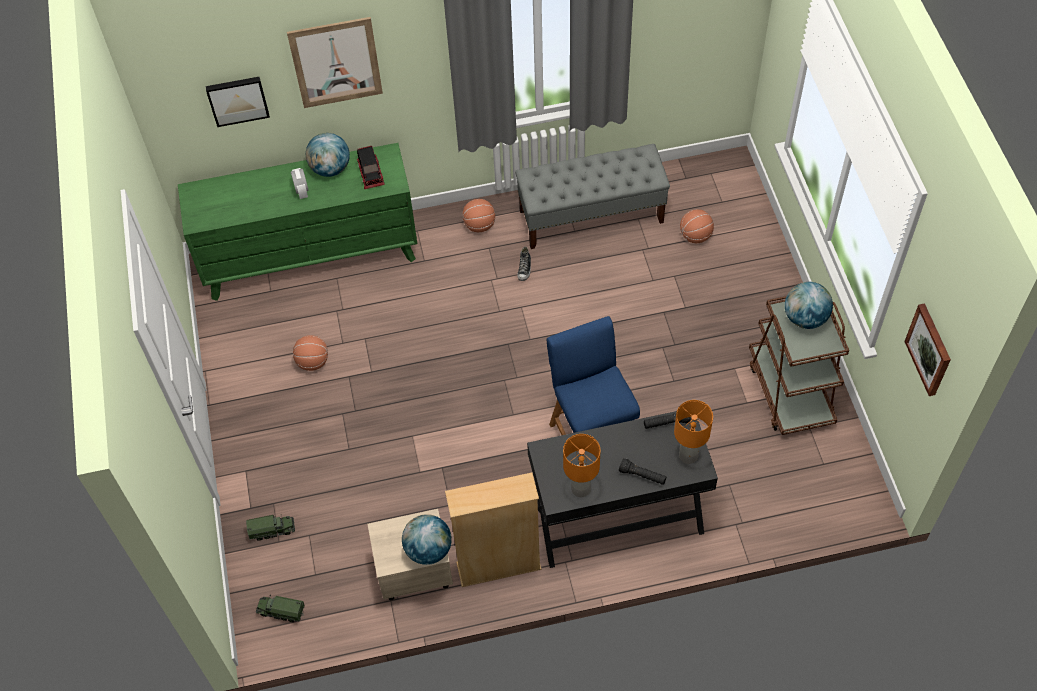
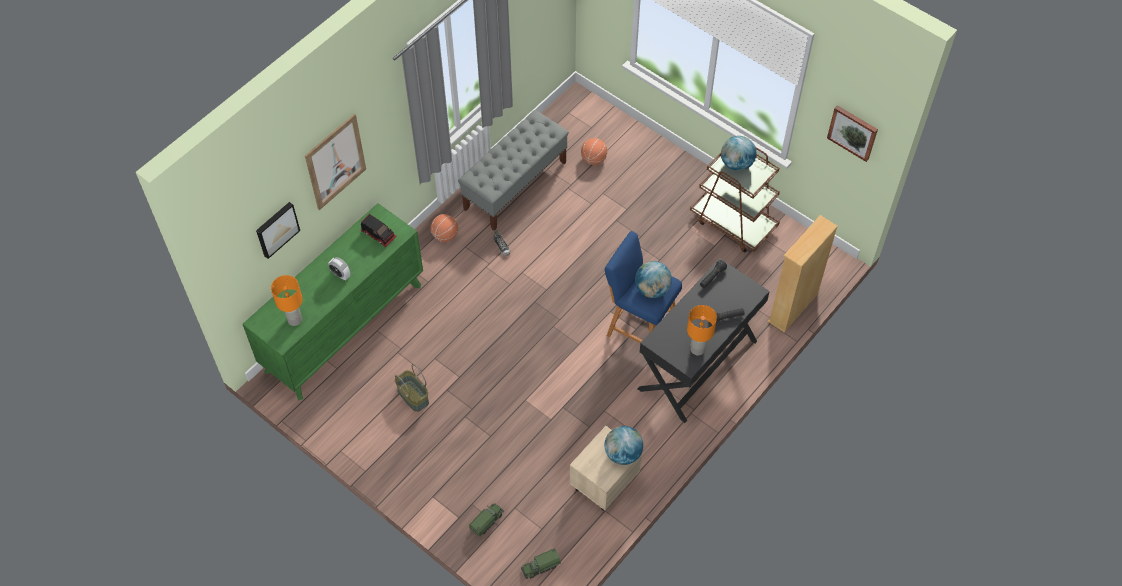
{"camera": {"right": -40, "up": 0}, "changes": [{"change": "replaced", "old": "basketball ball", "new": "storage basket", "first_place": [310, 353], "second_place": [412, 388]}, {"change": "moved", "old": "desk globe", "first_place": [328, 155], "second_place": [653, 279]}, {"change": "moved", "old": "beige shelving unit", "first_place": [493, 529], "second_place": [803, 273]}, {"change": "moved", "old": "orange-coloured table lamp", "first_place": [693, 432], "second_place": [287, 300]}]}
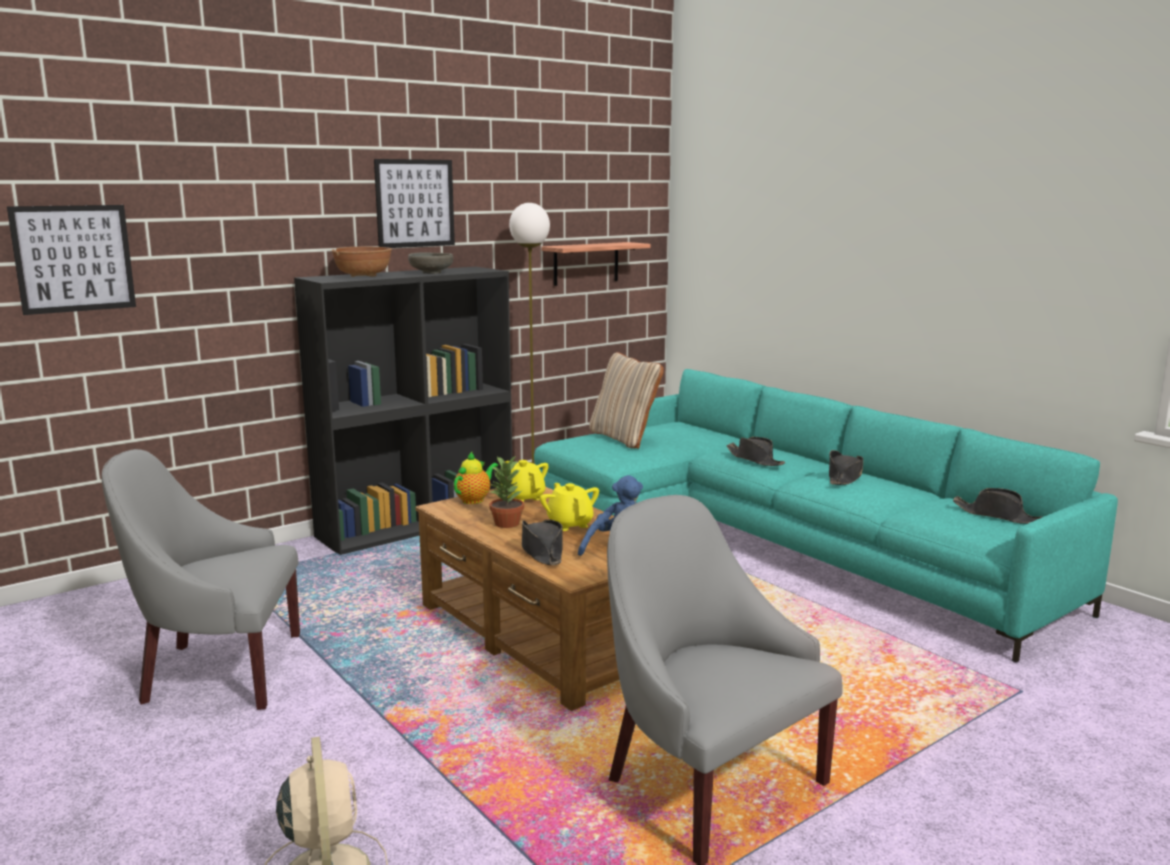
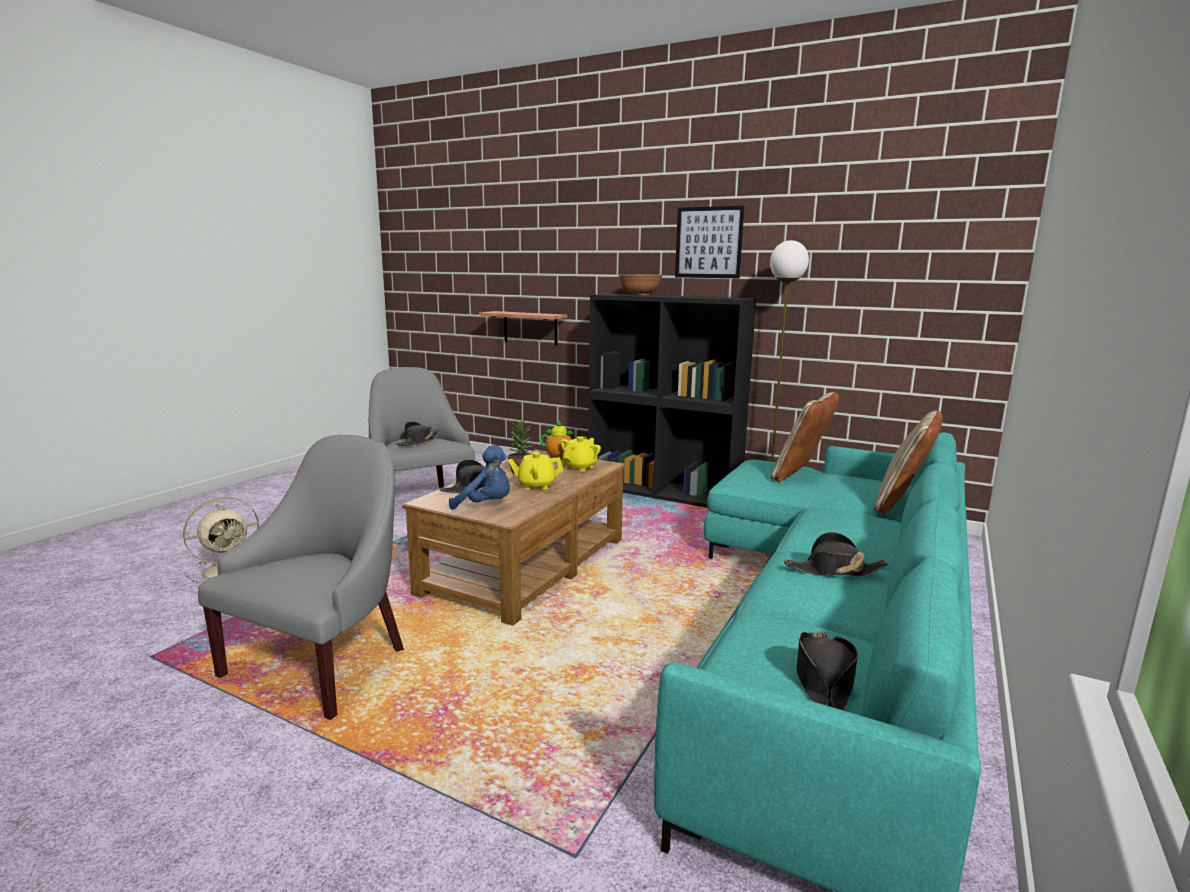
{"camera": {"right": 65, "up": 0}, "changes": [{"change": "removed", "old": "wall art", "first_place": [71, 260]}, {"change": "removed", "old": "greyish serving bowl", "first_place": [430, 263]}, {"change": "turned", "old": "yellowish tea pot", "first_place": [569, 507], "second_place": [535, 471], "degrees": -135}, {"change": "moved", "old": "shelf", "first_place": [596, 264], "second_place": [523, 328]}, {"change": "moved", "old": "blackish hat", "first_place": [755, 451], "second_place": [417, 433]}, {"change": "added", "new": "beige throw pillow", "second_place": [908, 462]}]}
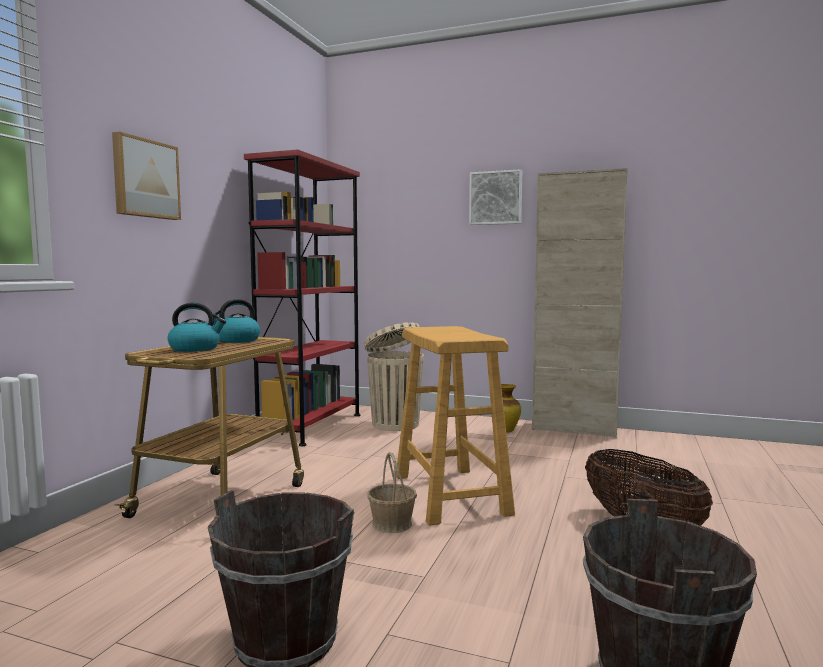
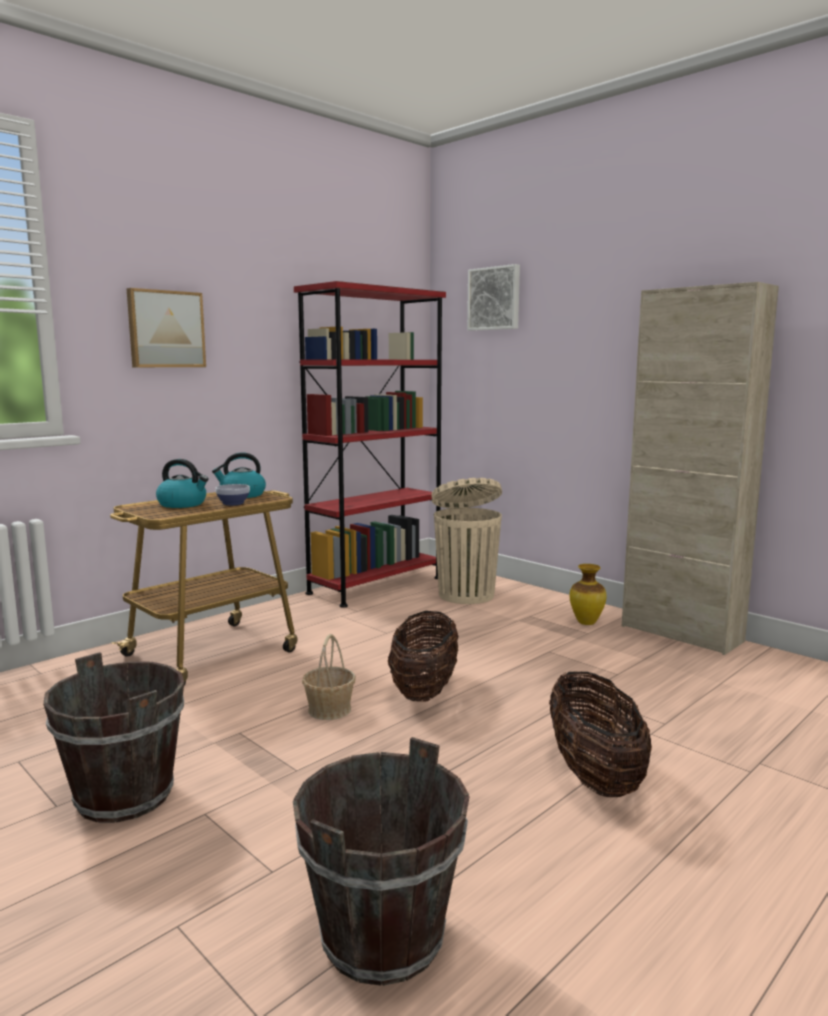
{"camera": {"right": 25, "up": 5}, "changes": [{"change": "replaced", "old": "beige stool", "new": "storage basket", "first_place": [455, 426], "second_place": [423, 656]}, {"change": "moved", "old": "wall art", "first_place": [495, 197], "second_place": [493, 297]}, {"change": "added", "new": "serving bowl", "second_place": [232, 495]}]}
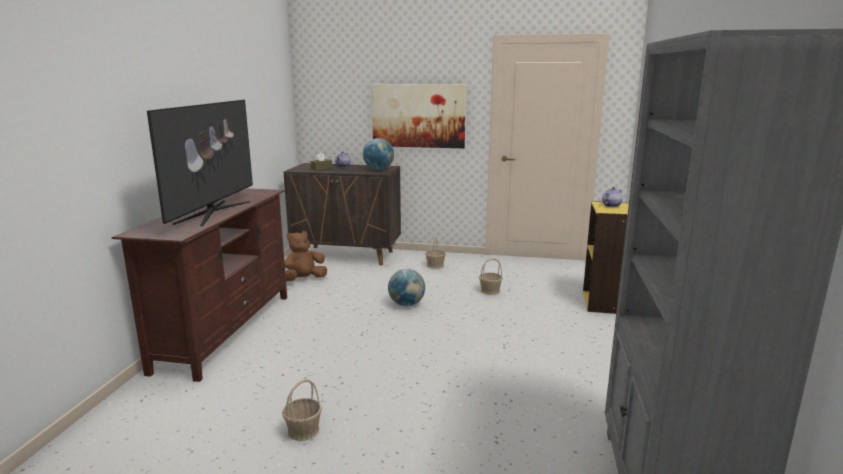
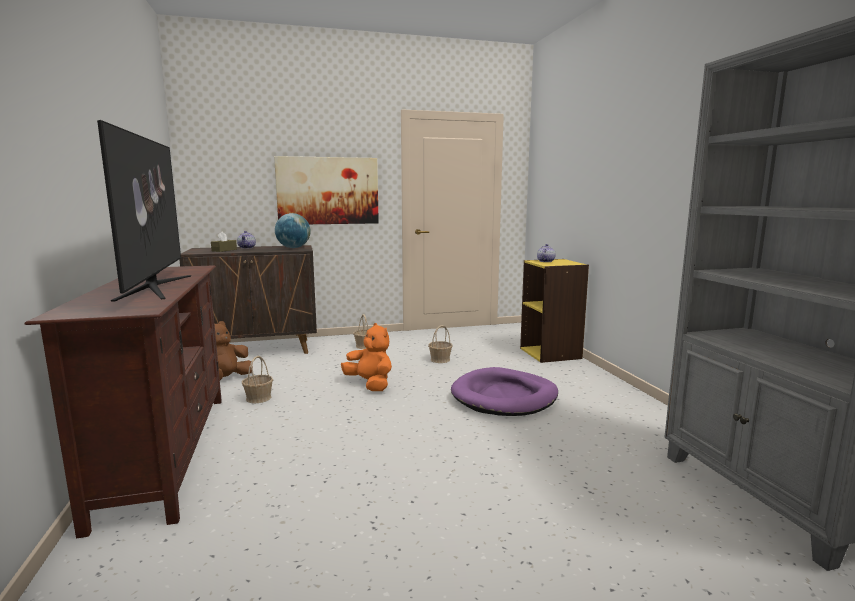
{"camera": {"right": -25, "up": -5}, "changes": [{"change": "moved", "old": "storage basket", "first_place": [302, 410], "second_place": [257, 379]}, {"change": "replaced", "old": "desk globe", "new": "orange-coloured plush toy", "first_place": [406, 287], "second_place": [366, 357]}, {"change": "added", "new": "purple dog bed", "second_place": [504, 391]}]}
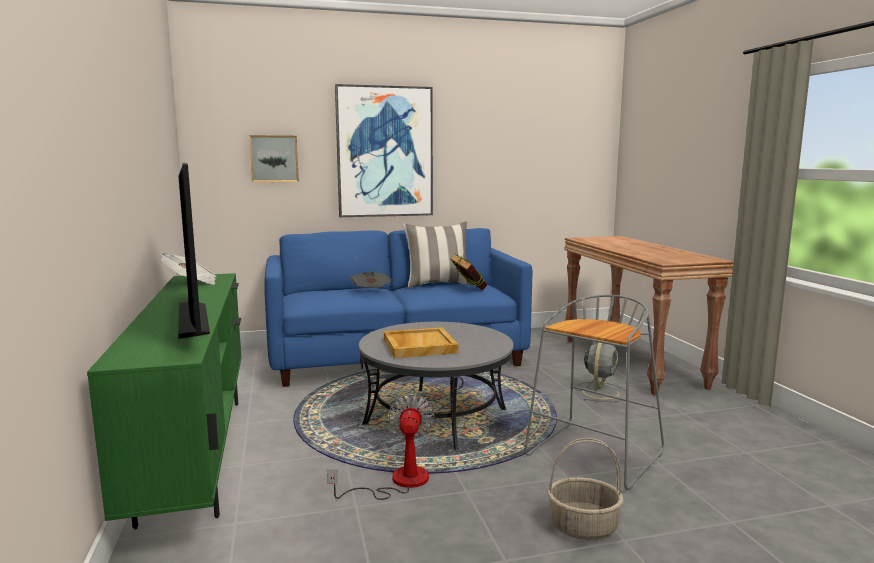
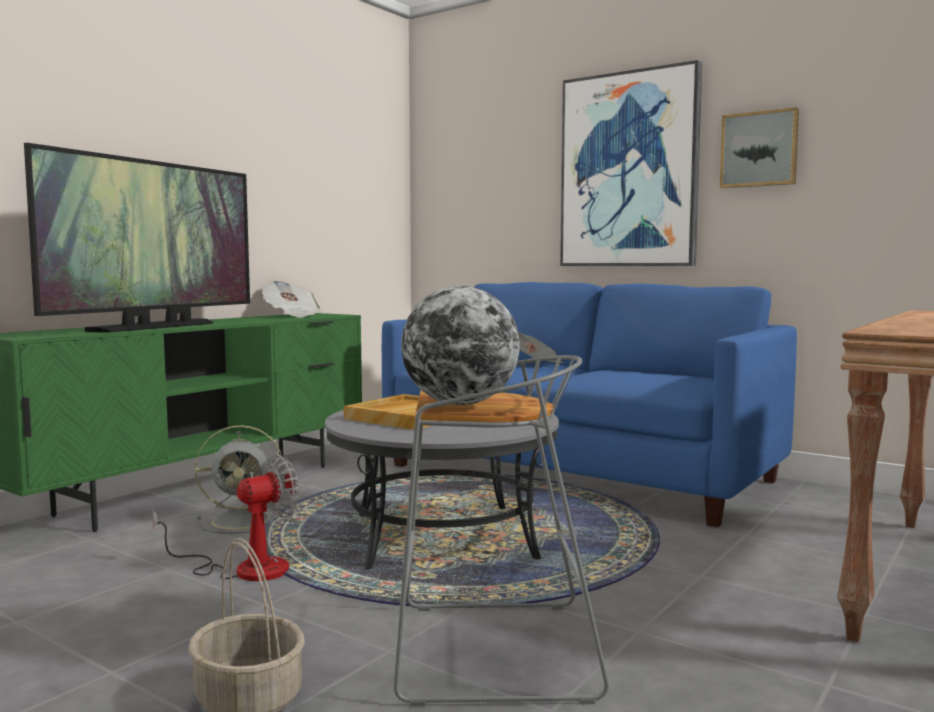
{"camera": {"right": 50, "up": -5}, "changes": [{"change": "moved", "old": "wall art", "first_place": [274, 158], "second_place": [759, 147]}, {"change": "removed", "old": "throw pillow", "first_place": [437, 254]}, {"change": "removed", "old": "book", "first_place": [469, 272]}, {"change": "moved", "old": "greyish fan", "first_place": [600, 372], "second_place": [238, 479]}, {"change": "added", "new": "desk globe", "second_place": [460, 345]}]}
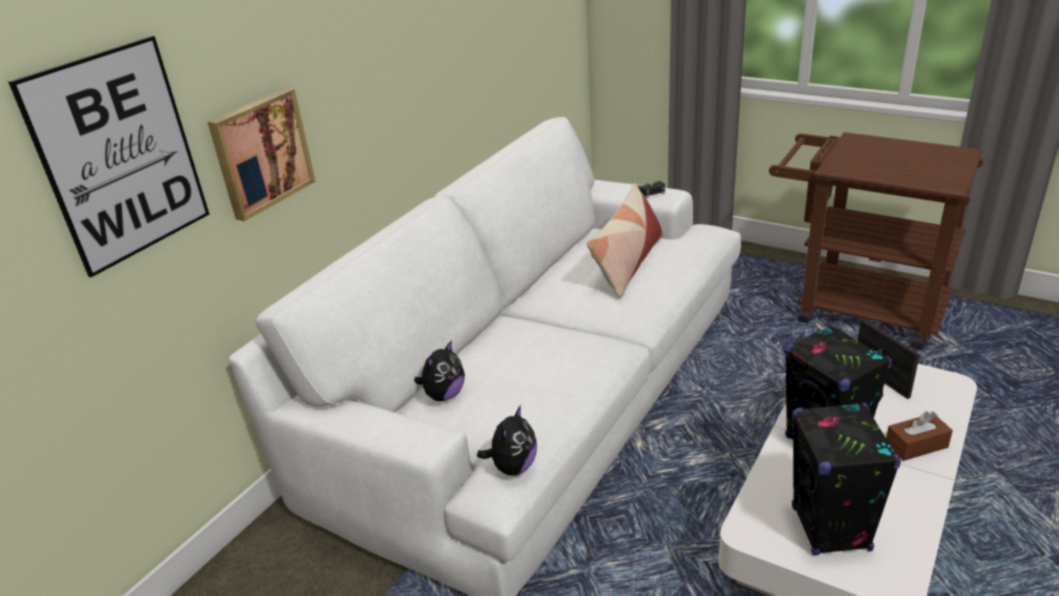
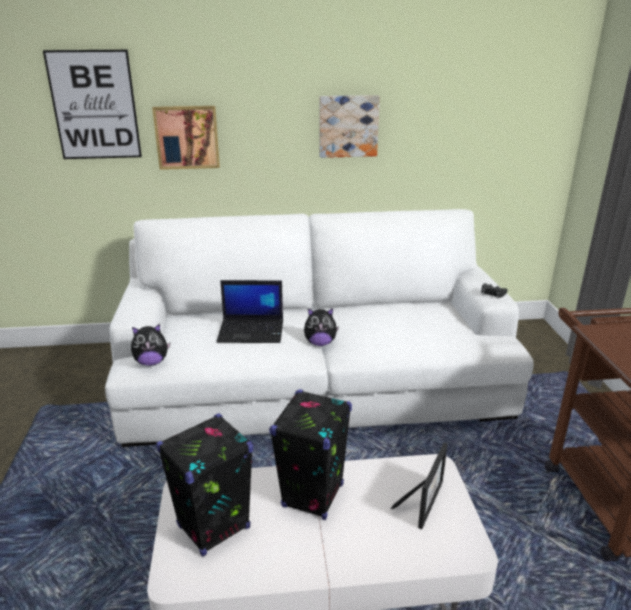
{"camera": {"right": 50, "up": -5}, "changes": [{"change": "moved", "old": "plush toy", "first_place": [439, 370], "second_place": [321, 327]}, {"change": "removed", "old": "throw pillow", "first_place": [625, 240]}, {"change": "removed", "old": "brownish box of tissues", "first_place": [919, 436]}, {"change": "added", "new": "laptop", "second_place": [249, 311]}, {"change": "added", "new": "wall art", "second_place": [349, 126]}]}
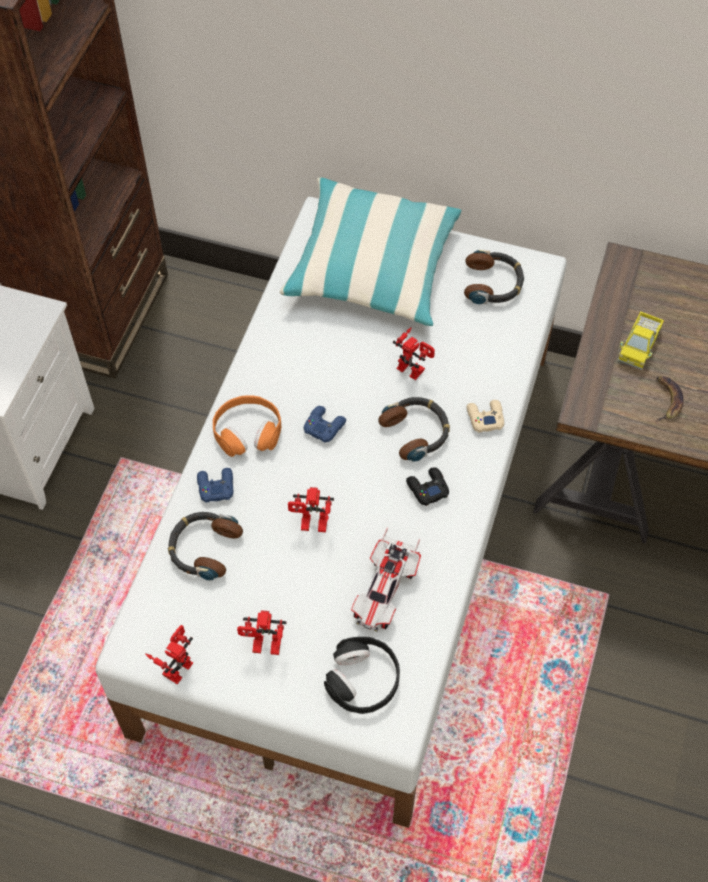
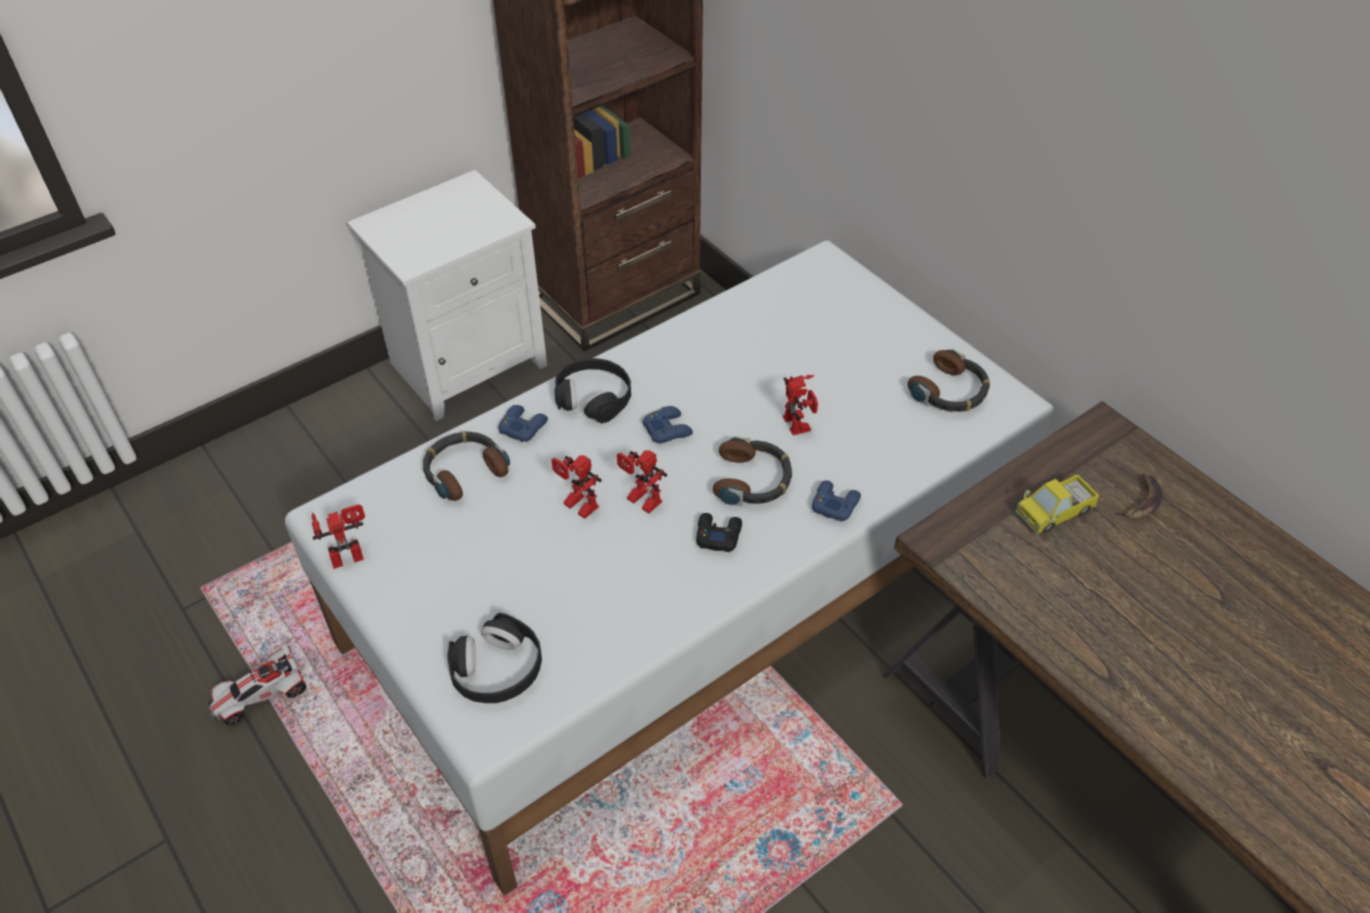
{"camera": {"right": 35, "up": -10}, "changes": [{"change": "recoloured", "old": "orange-coloured headset", "new": "blackish headset", "first_place": [247, 426], "second_place": [592, 390]}, {"change": "moved", "old": "toy robot", "first_place": [262, 632], "second_place": [642, 482]}, {"change": "removed", "old": "throw pillow", "first_place": [371, 252]}, {"change": "moved", "old": "toy car", "first_place": [386, 579], "second_place": [257, 681]}, {"change": "recoloured", "old": "beige gamepad", "new": "blue-coloured gamepad", "first_place": [485, 416], "second_place": [836, 501]}, {"change": "moved", "old": "banana fruit", "first_place": [669, 398], "second_place": [1136, 496]}]}
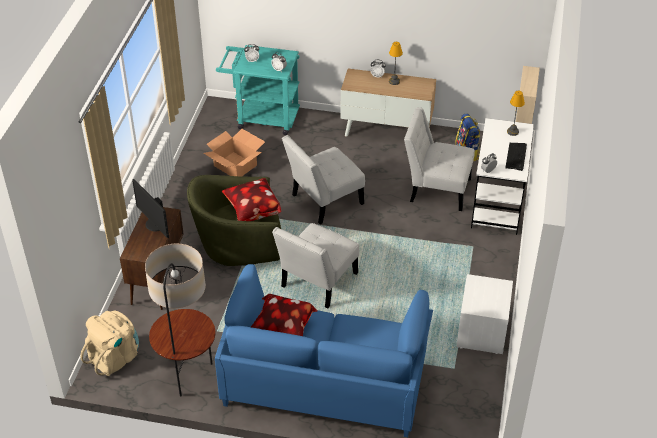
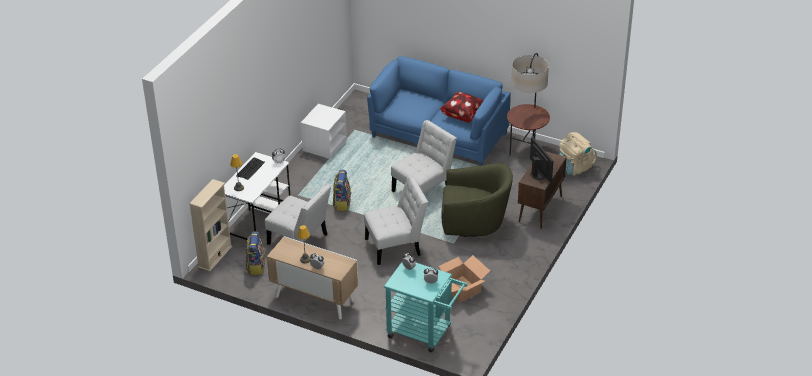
{"camera": {"right": -165, "up": -5}, "changes": [{"change": "removed", "old": "throw pillow", "first_place": [251, 199]}, {"change": "added", "new": "knapsack", "second_place": [342, 190]}]}
